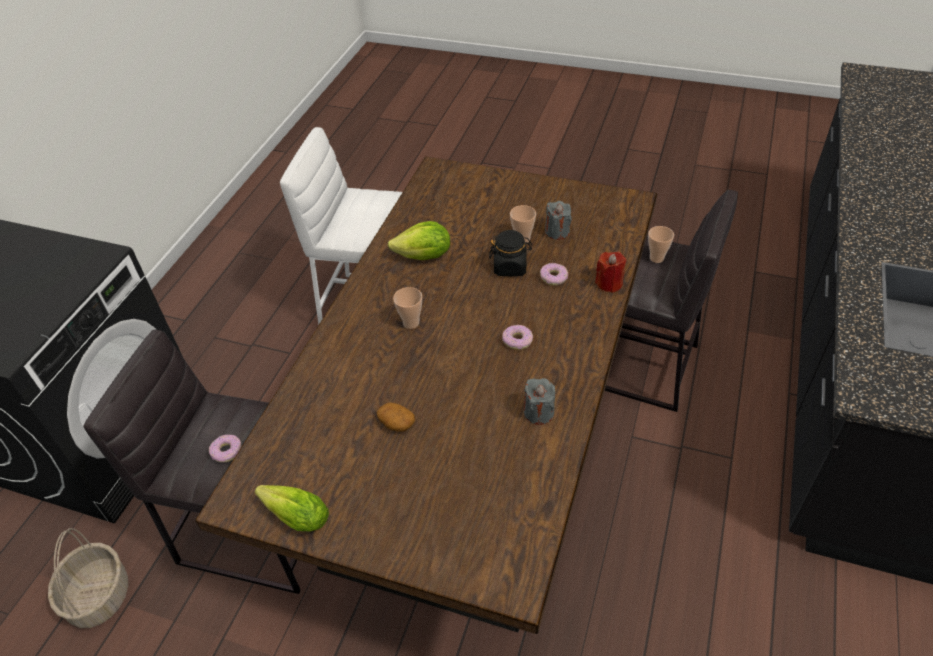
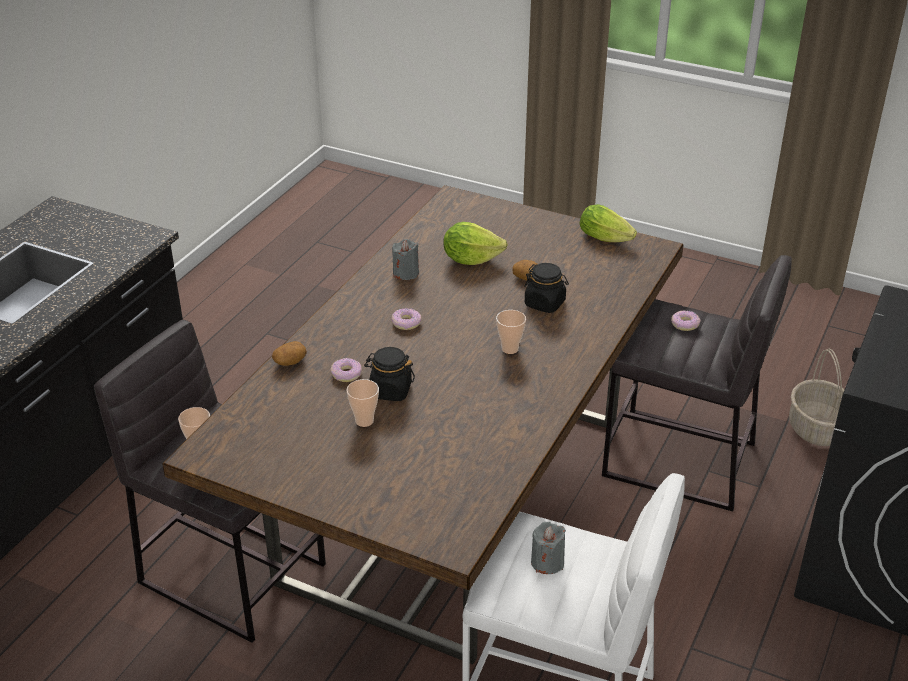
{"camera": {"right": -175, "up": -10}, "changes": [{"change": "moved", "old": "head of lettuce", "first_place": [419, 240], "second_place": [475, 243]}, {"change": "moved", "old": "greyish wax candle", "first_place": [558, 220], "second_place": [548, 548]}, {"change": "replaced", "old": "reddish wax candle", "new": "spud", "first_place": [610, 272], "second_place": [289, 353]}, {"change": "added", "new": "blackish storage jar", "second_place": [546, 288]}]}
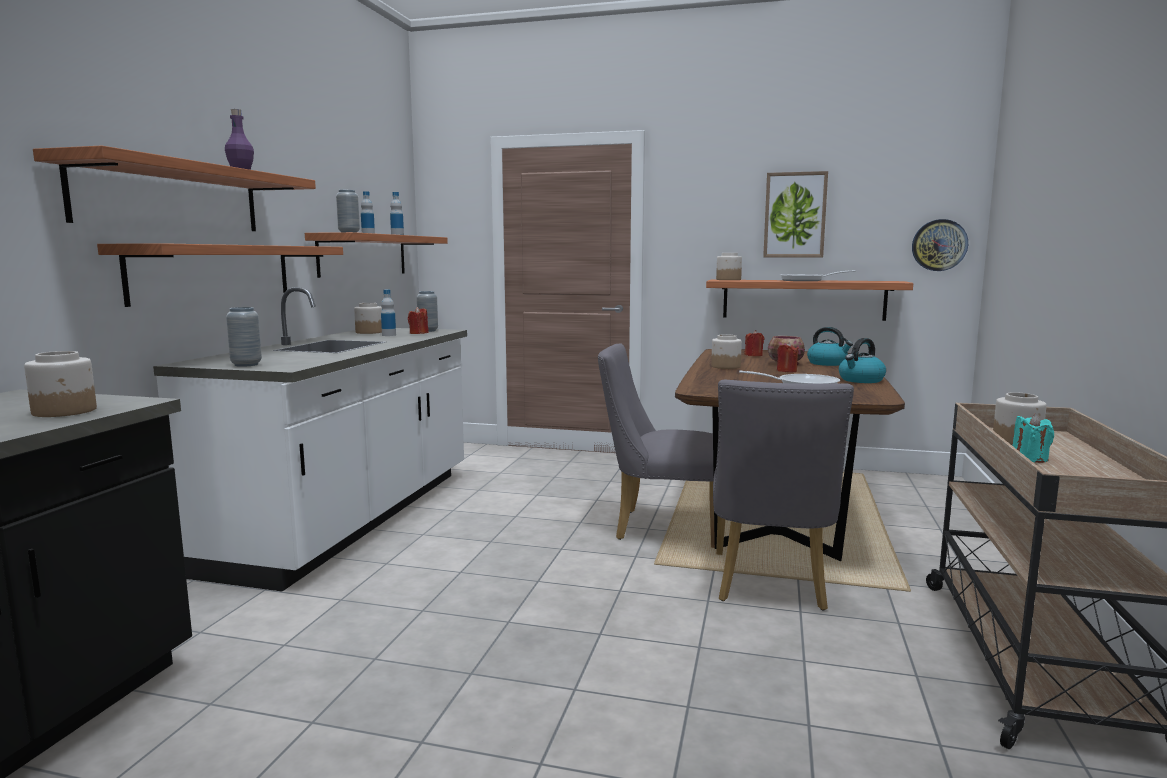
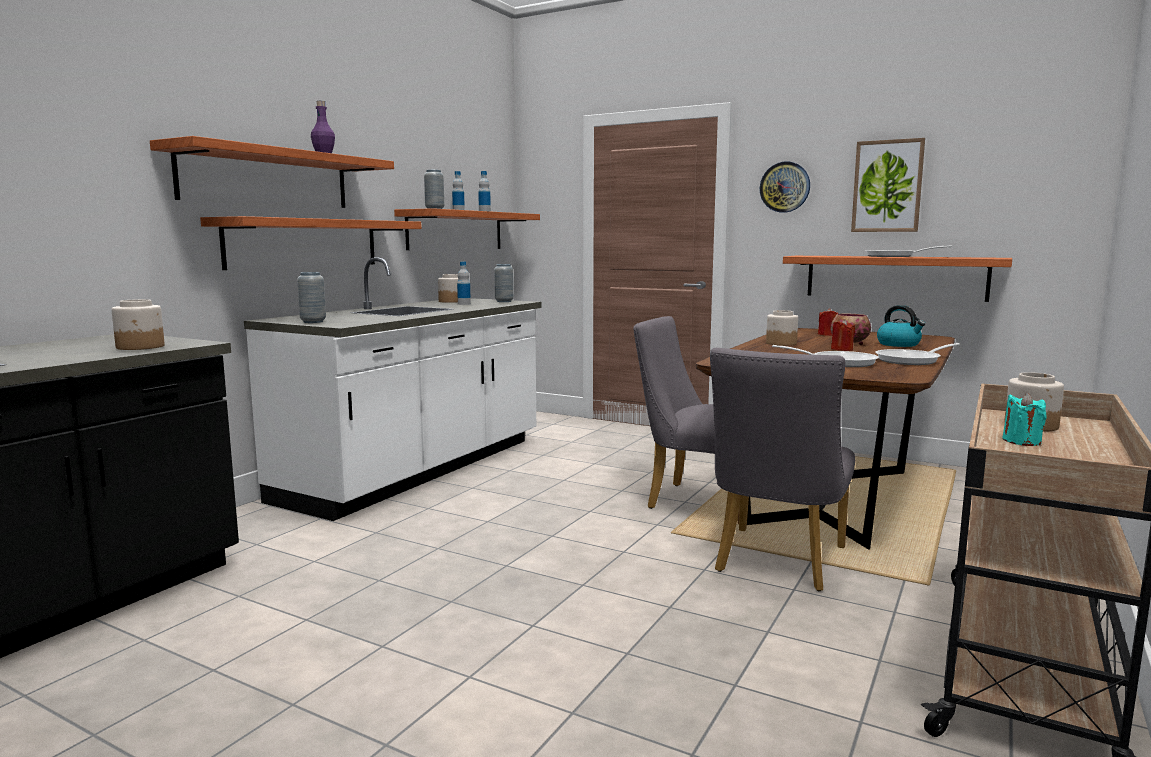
{"camera": {"right": 15, "up": 0}, "changes": [{"change": "removed", "old": "reddish wax candle", "first_place": [418, 320]}, {"change": "removed", "old": "storage jar", "first_place": [729, 266]}, {"change": "replaced", "old": "water kettle", "new": "frying pan", "first_place": [862, 360], "second_place": [917, 354]}, {"change": "moved", "old": "wall clock", "first_place": [940, 245], "second_place": [785, 187]}]}
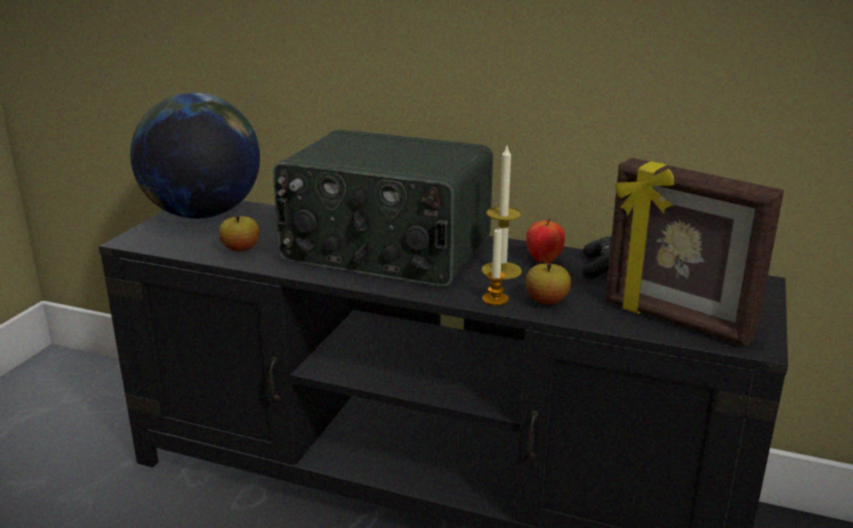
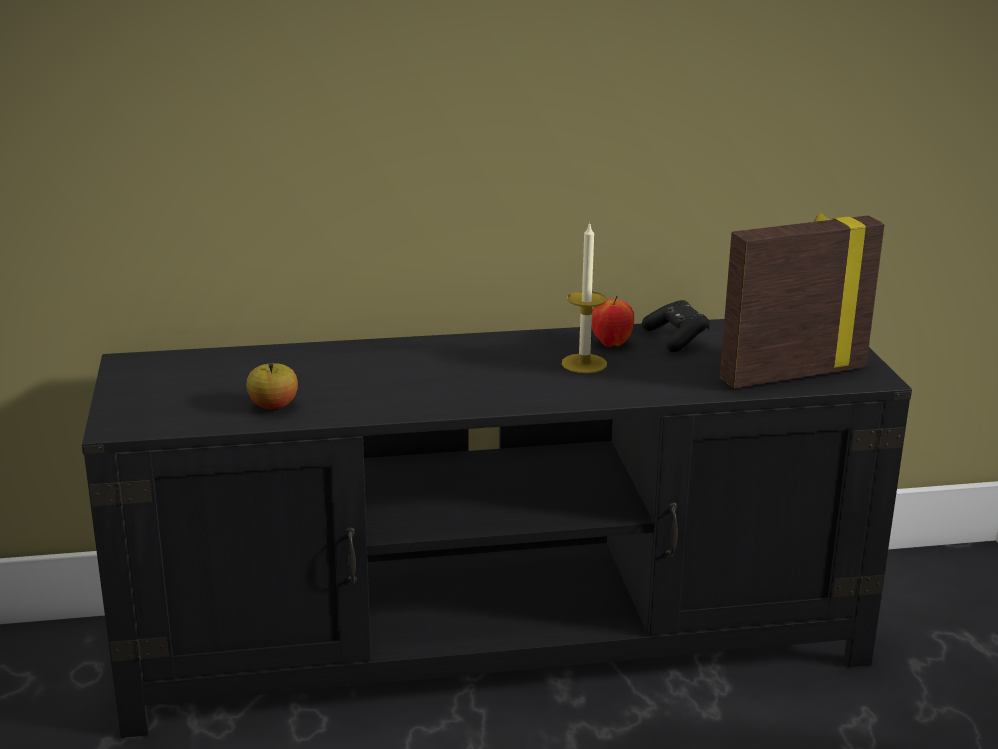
{"camera": {"right": -30, "up": 0}, "changes": [{"change": "removed", "old": "desk globe", "first_place": [195, 156]}, {"change": "removed", "old": "radio receiver", "first_place": [383, 208]}, {"change": "removed", "old": "wax candle", "first_place": [495, 267]}, {"change": "removed", "old": "apple", "first_place": [548, 283]}, {"change": "turned", "old": "picture frame", "first_place": [694, 252], "second_place": [802, 300], "degrees": 150}]}
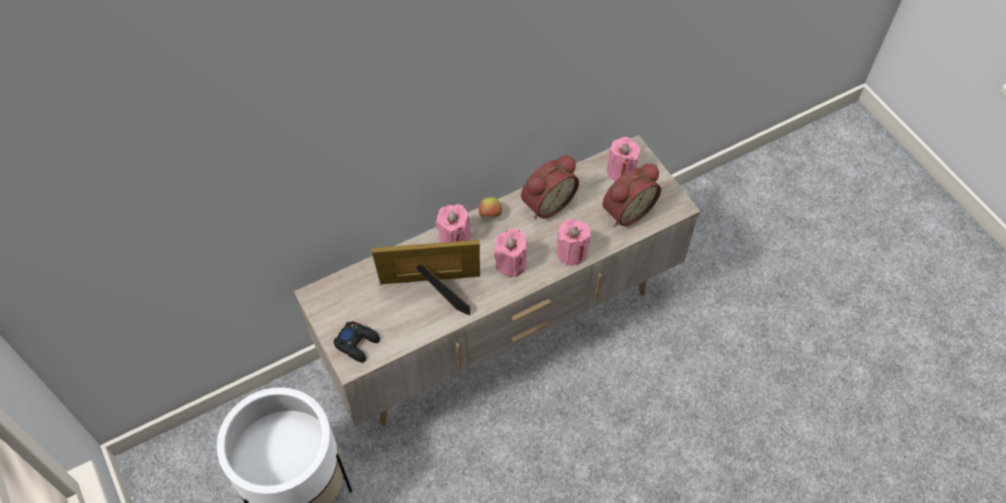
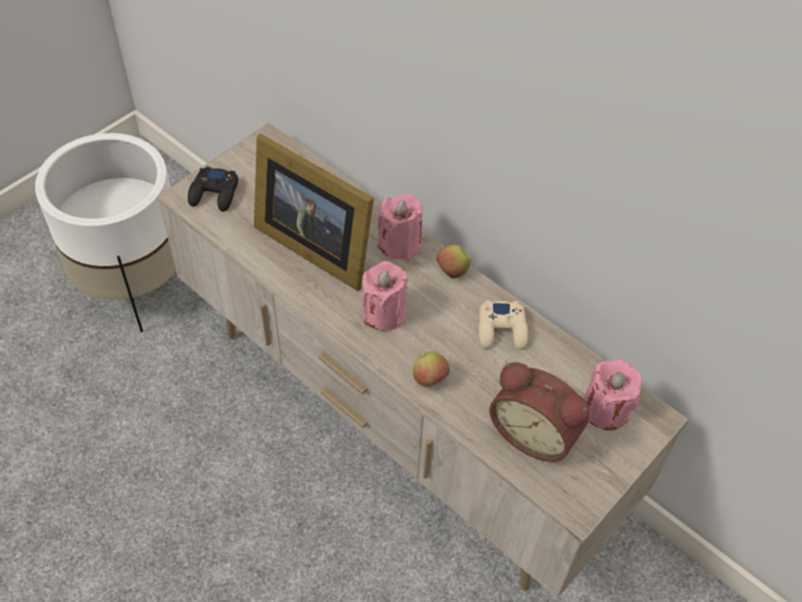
{"camera": {"right": 70, "up": -5}, "changes": [{"change": "turned", "old": "picture frame", "first_place": [426, 277], "second_place": [314, 212], "degrees": 150}, {"change": "replaced", "old": "alarm clock", "new": "beige gamepad", "first_place": [550, 187], "second_place": [503, 325]}, {"change": "replaced", "old": "pinkish wax candle", "new": "apple", "first_place": [573, 242], "second_place": [431, 369]}]}
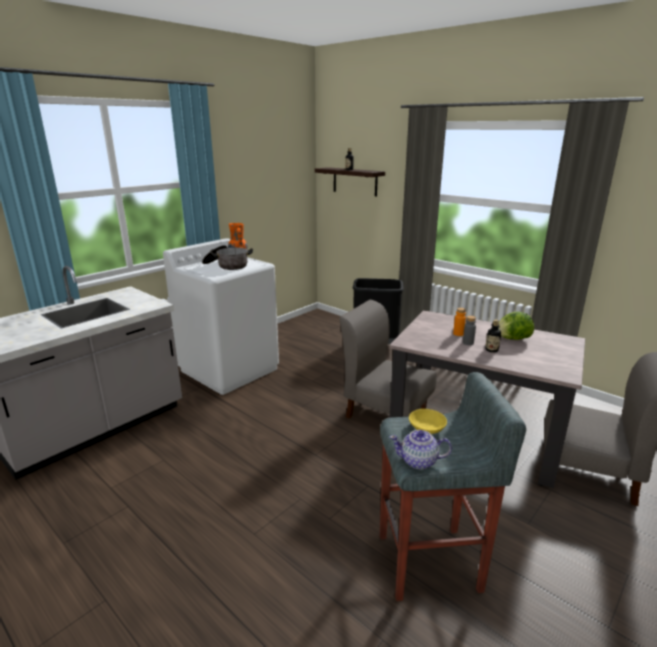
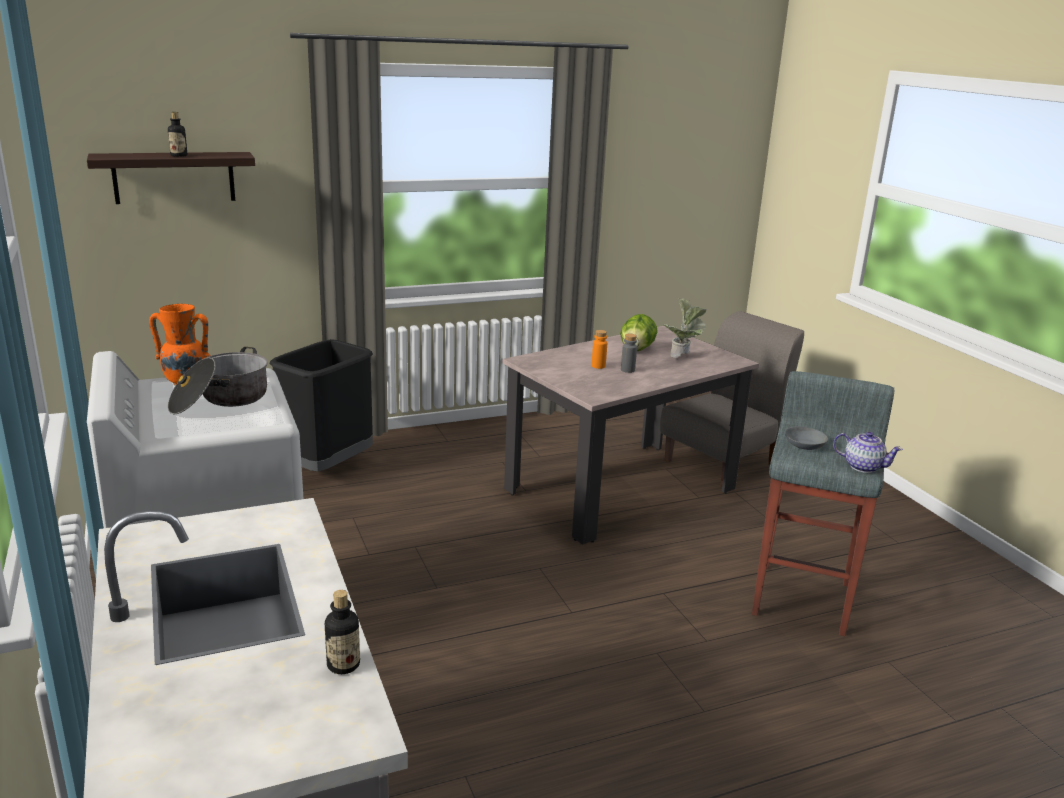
{"camera": {"right": -65, "up": 0}, "changes": [{"change": "removed", "old": "greyish chair", "first_place": [388, 359]}, {"change": "turned", "old": "tea pot", "first_place": [420, 449], "second_place": [868, 452], "degrees": -90}, {"change": "recoloured", "old": "yellowish serving bowl", "new": "greyish serving bowl", "first_place": [428, 421], "second_place": [806, 438]}, {"change": "moved", "old": "beverage bottle", "first_place": [493, 336], "second_place": [342, 632]}, {"change": "added", "new": "plant in a pot", "second_place": [685, 328]}]}
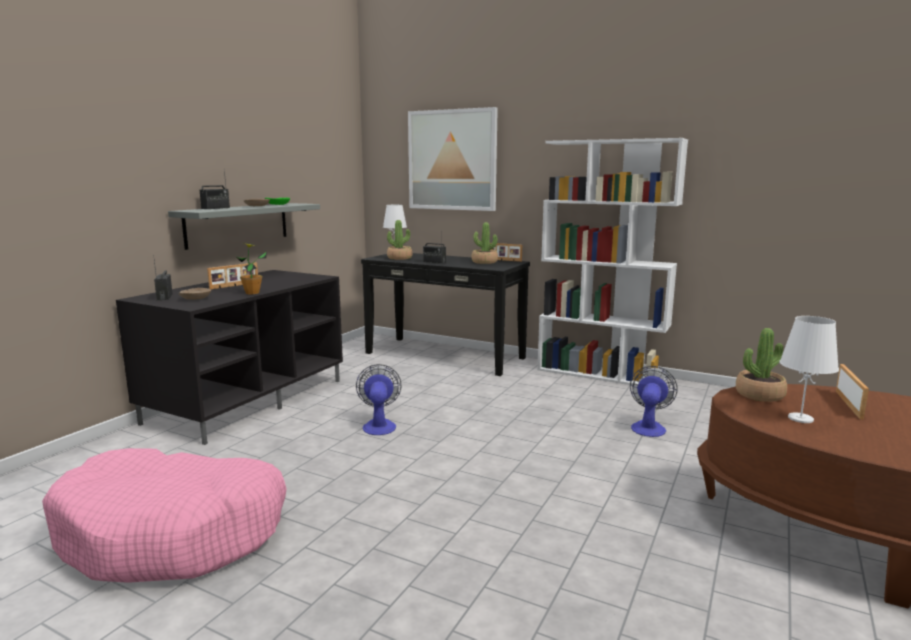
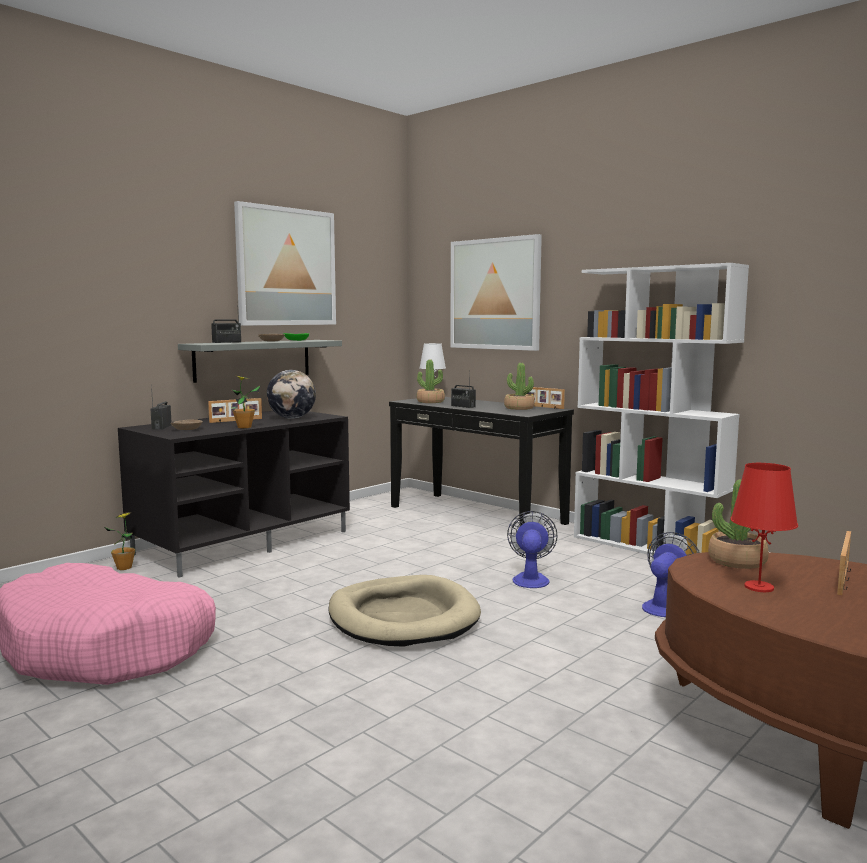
{"camera": {"right": 15, "up": -5}, "changes": [{"change": "moved", "old": "fan", "first_place": [379, 399], "second_place": [532, 549]}, {"change": "recoloured", "old": "whitish table lamp", "new": "reddish table lamp", "first_place": [809, 369], "second_place": [764, 527]}, {"change": "added", "new": "plant in a pot", "second_place": [119, 541]}, {"change": "added", "new": "wall art", "second_place": [285, 263]}, {"change": "added", "new": "desk globe", "second_place": [291, 394]}, {"change": "added", "new": "beige dog bed", "second_place": [404, 611]}]}
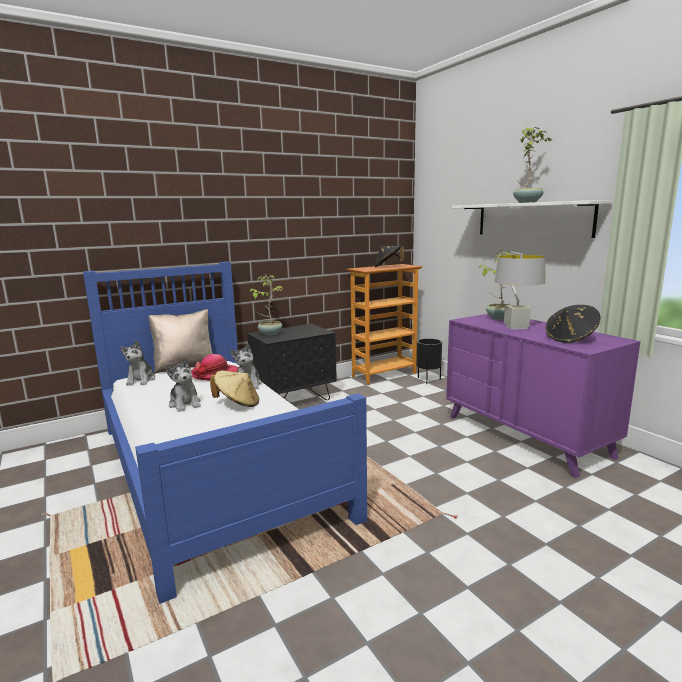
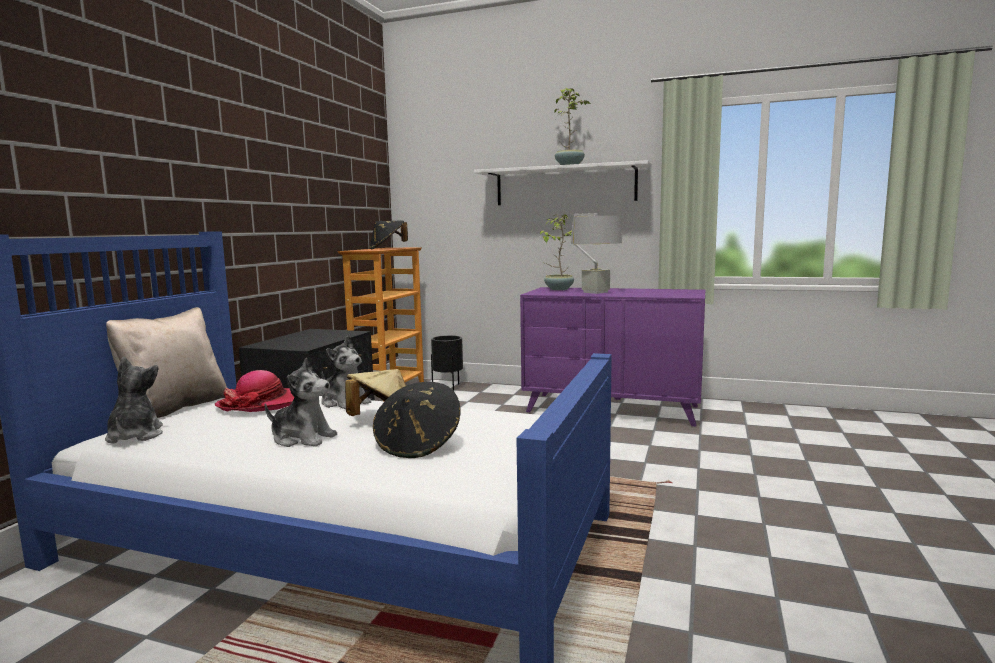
{"camera": {"right": -40, "up": -5}, "changes": [{"change": "turned", "old": "plush toy", "first_place": [138, 363], "second_place": [134, 400], "degrees": -150}, {"change": "removed", "old": "plant in a pot", "first_place": [266, 305]}, {"change": "moved", "old": "blackish hat", "first_place": [573, 324], "second_place": [417, 420]}]}
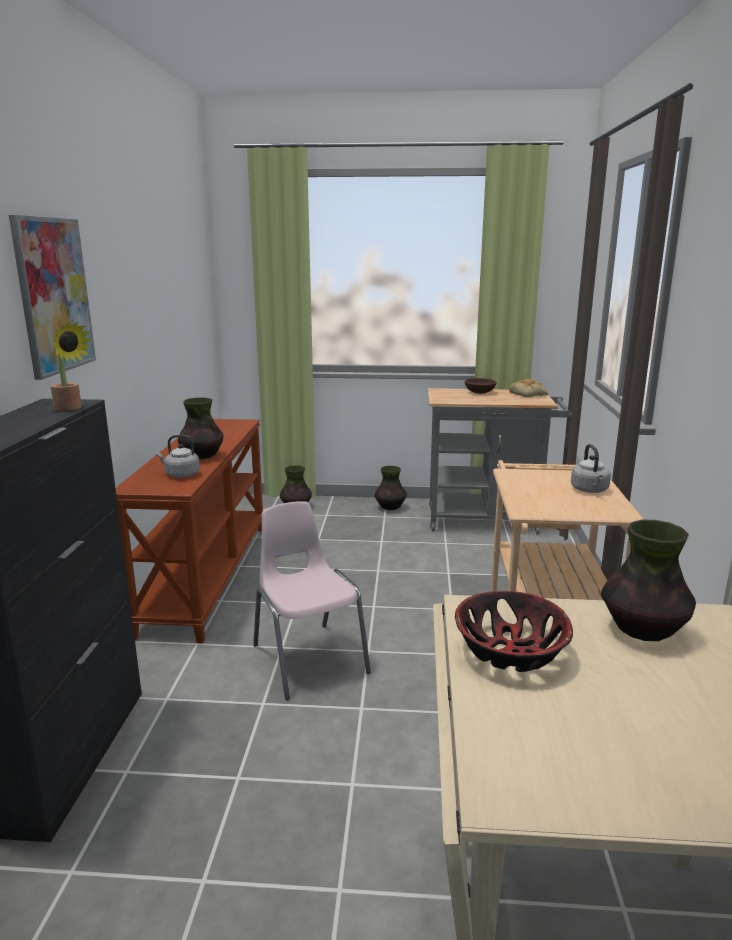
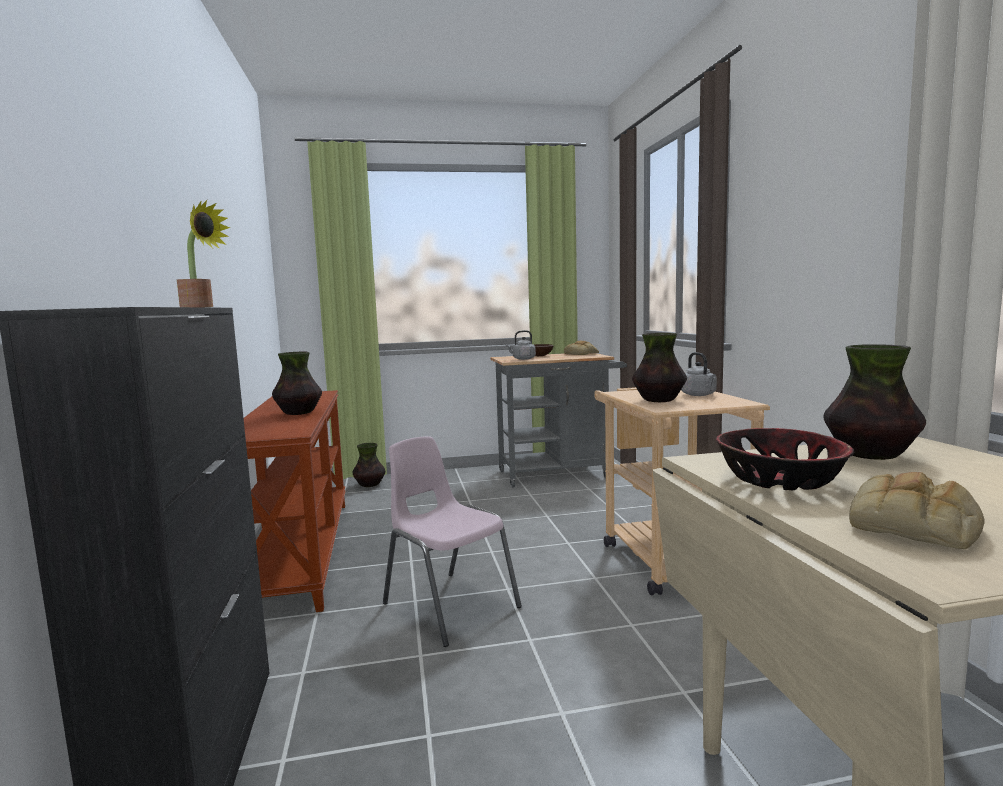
{"camera": {"right": -15, "up": -10}, "changes": [{"change": "removed", "old": "wall art", "first_place": [52, 297]}, {"change": "moved", "old": "greyish water kettle", "first_place": [178, 456], "second_place": [521, 345]}, {"change": "moved", "old": "vase", "first_place": [390, 488], "second_place": [659, 367]}, {"change": "added", "new": "baked bread", "second_place": [917, 510]}]}
